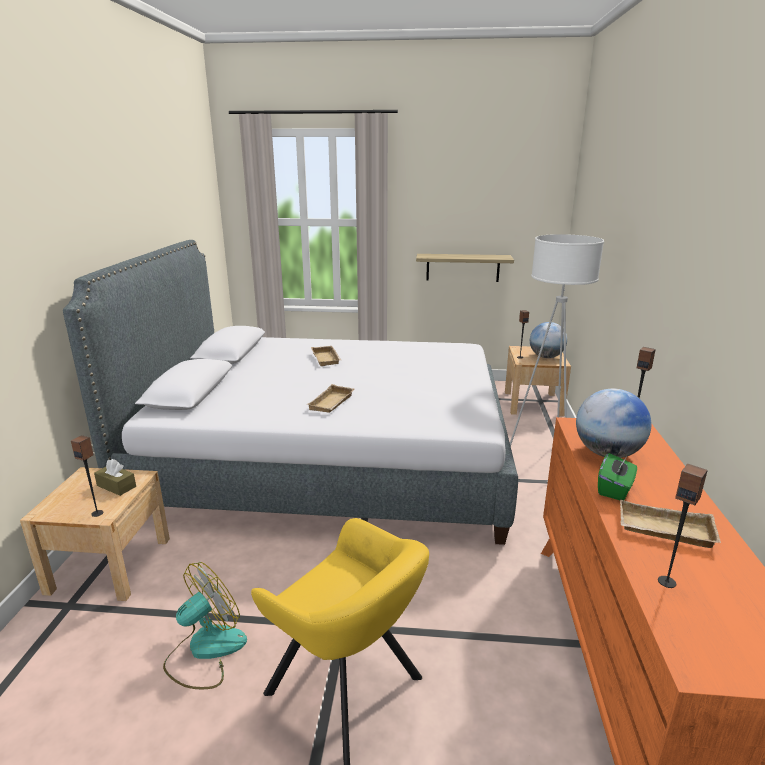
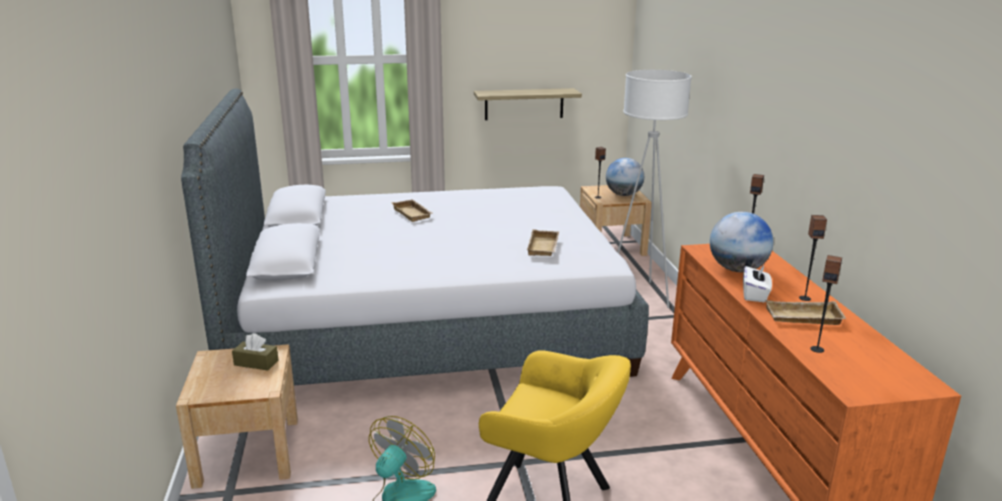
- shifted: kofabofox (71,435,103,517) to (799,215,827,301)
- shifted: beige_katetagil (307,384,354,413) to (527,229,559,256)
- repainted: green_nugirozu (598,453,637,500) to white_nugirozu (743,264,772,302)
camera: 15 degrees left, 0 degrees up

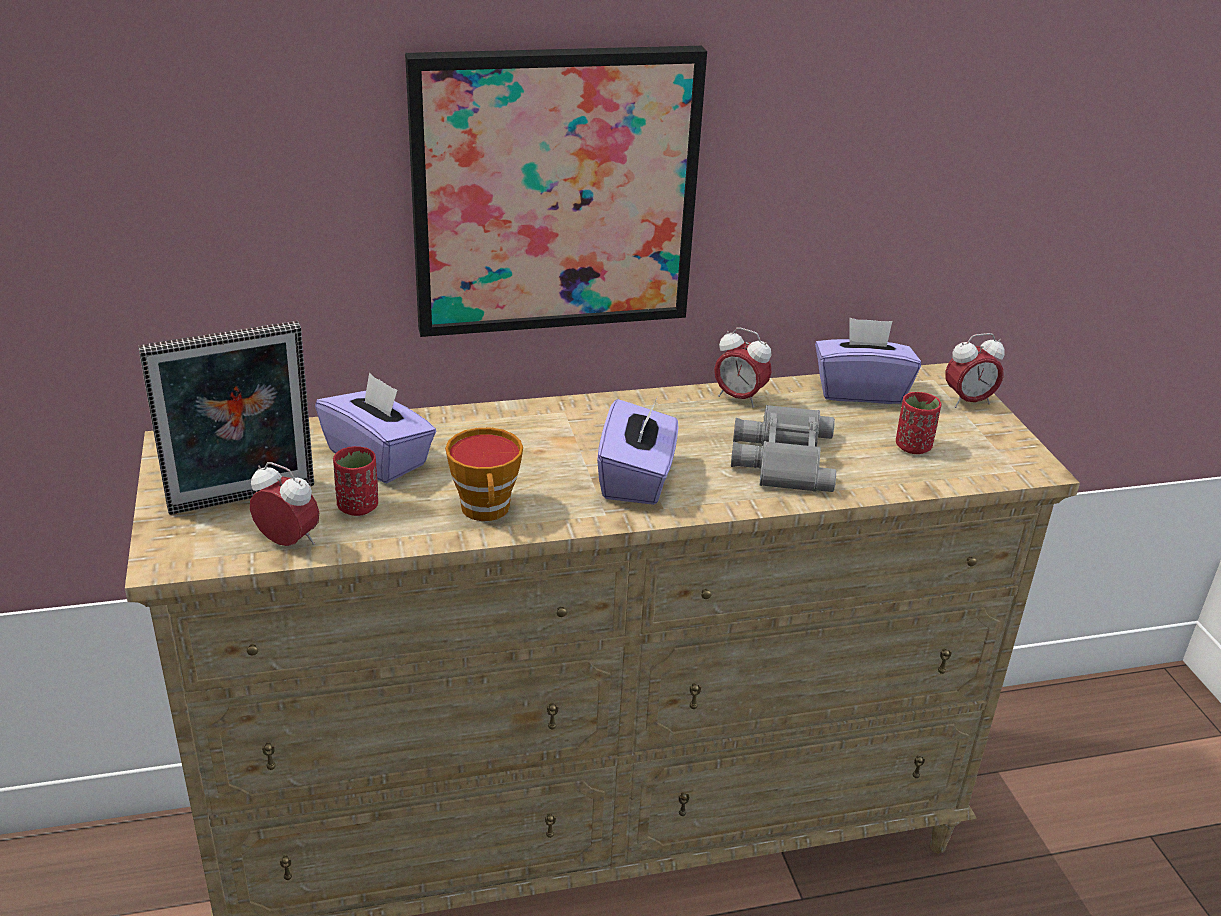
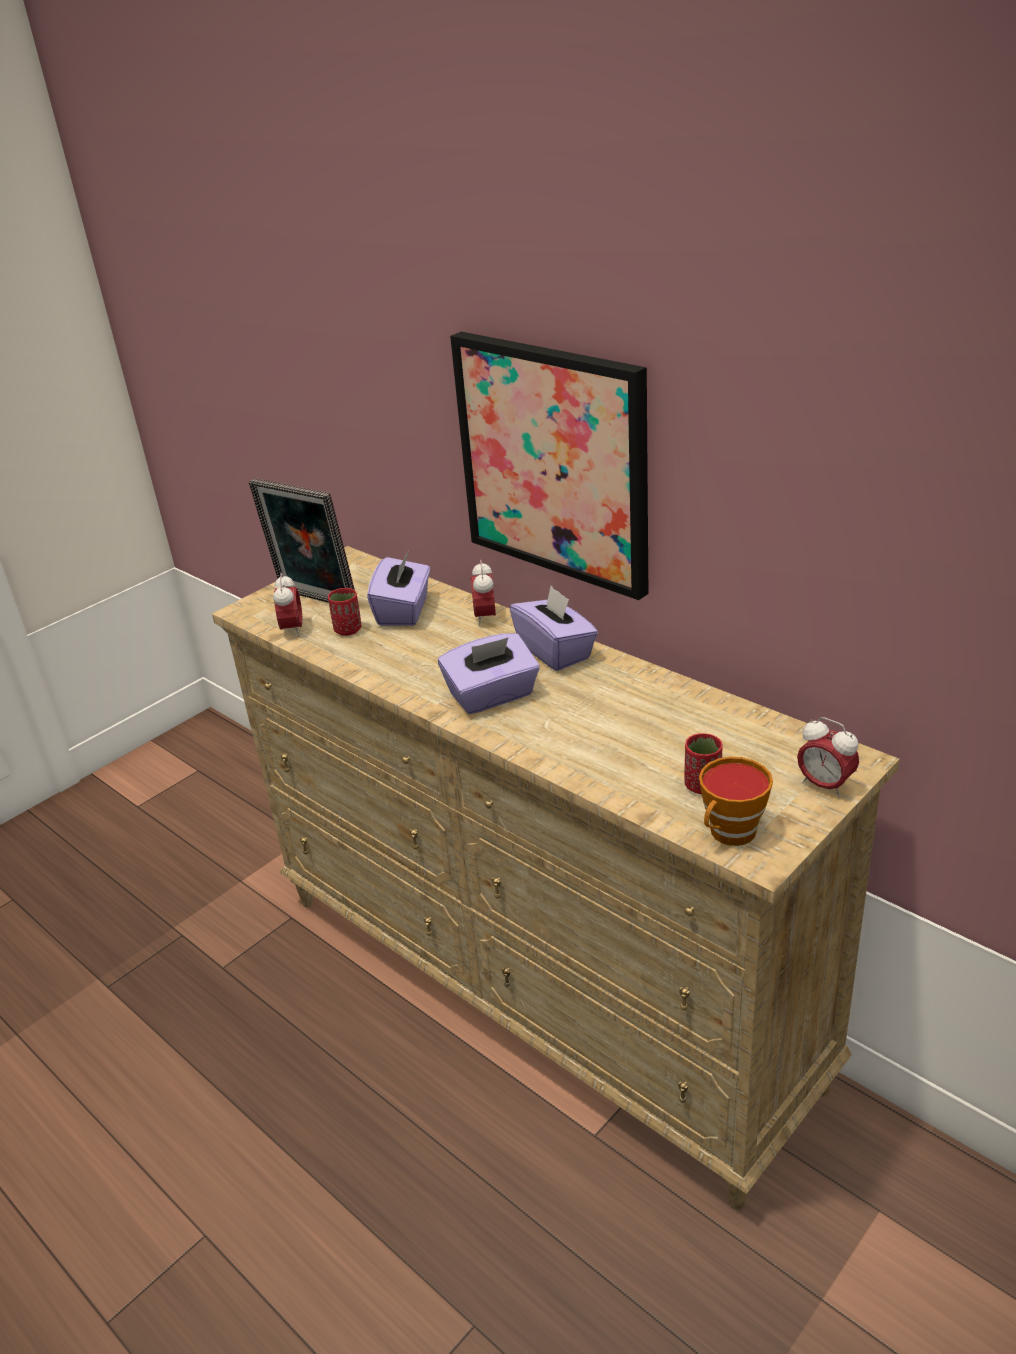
- gone: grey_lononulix (731,405,836,492)
- shifted: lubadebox (445,427,523,521) to (699,756,773,846)
- shifted: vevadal (714,328,772,408) to (471,560,496,627)
- shifted: purple_nugirozu (815,318,921,404) to (510,586,598,671)
camera: 60 degrees right, 0 degrees up

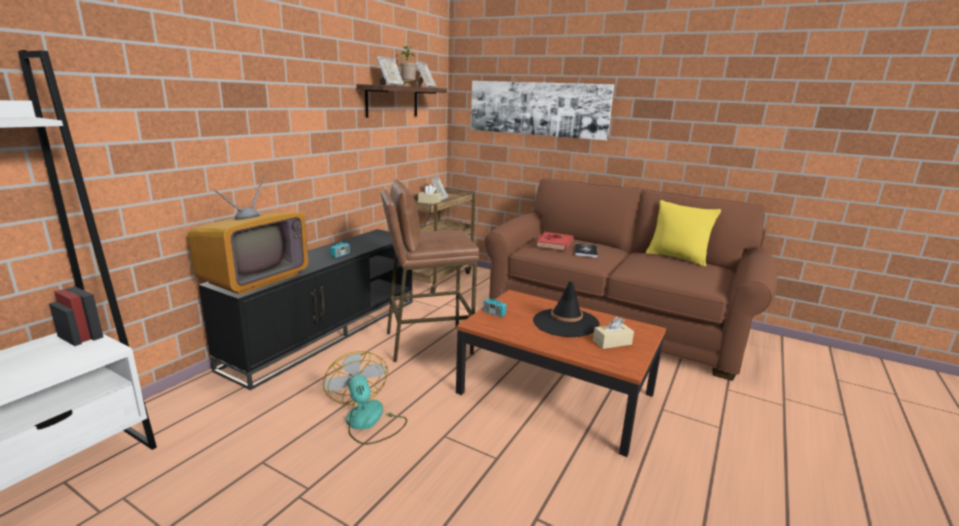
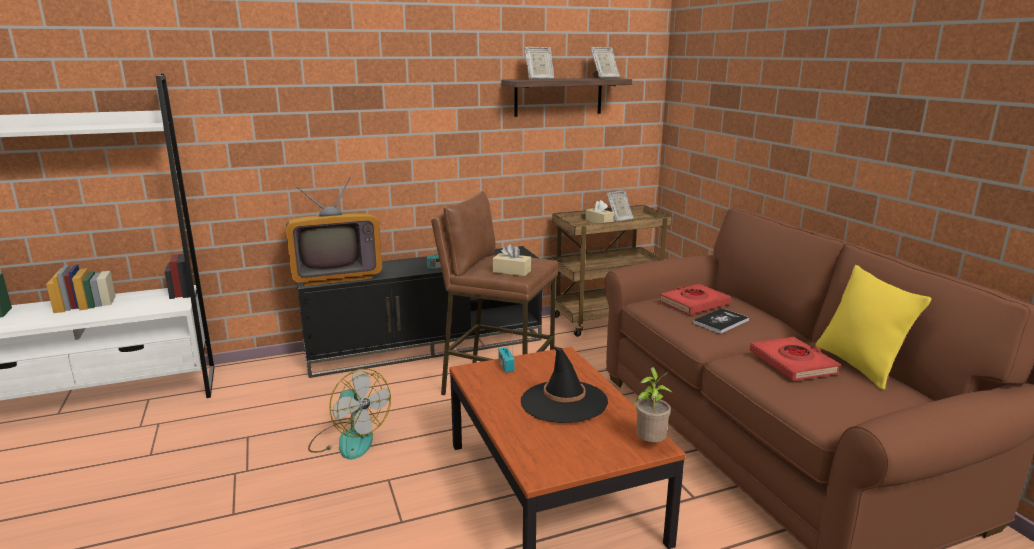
- gone: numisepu (471,81,614,141)
- new: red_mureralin (750,337,841,381)
- shifted: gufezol (400,46,416,86) to (636,367,673,442)
- shifted: beige_nugirozu (593,317,634,349) to (493,244,531,276)
- rotated: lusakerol (323,351,407,445) = (308,369,391,459) 120 degrees clockwise
camera: 40 degrees right, 0 degrees up

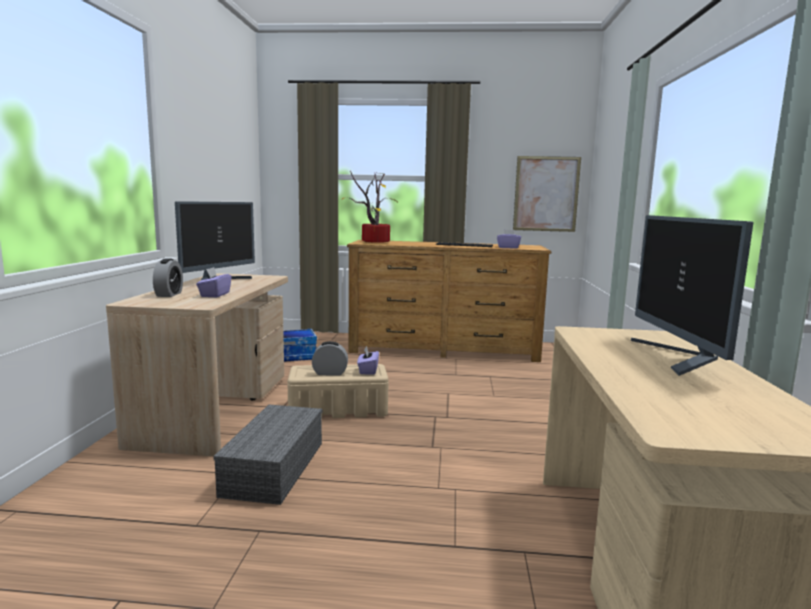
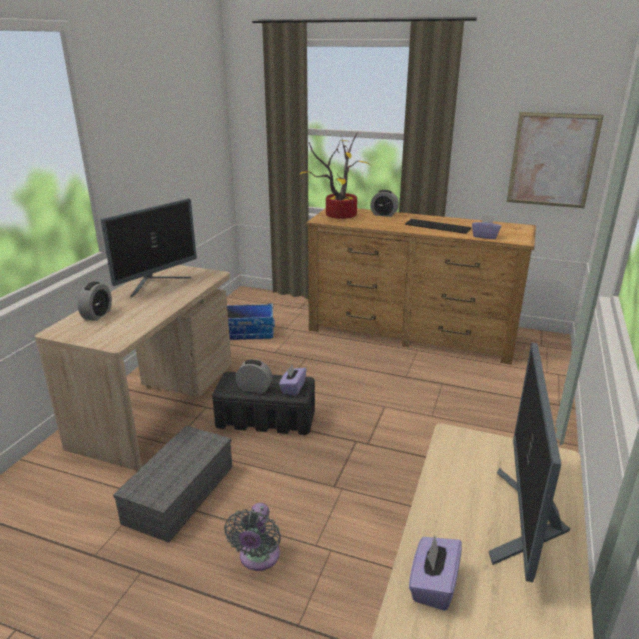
- new: grey_lusakerol (224,503,281,571)
- new: vevadal (370,190,399,217)
- shifted: purple_nugirozu (196,267,231,297) to (409,535,462,611)
- repainted: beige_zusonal (287,364,389,418) to black_zusonal (212,372,315,435)
camera: 15 degrees right, 15 degrees up

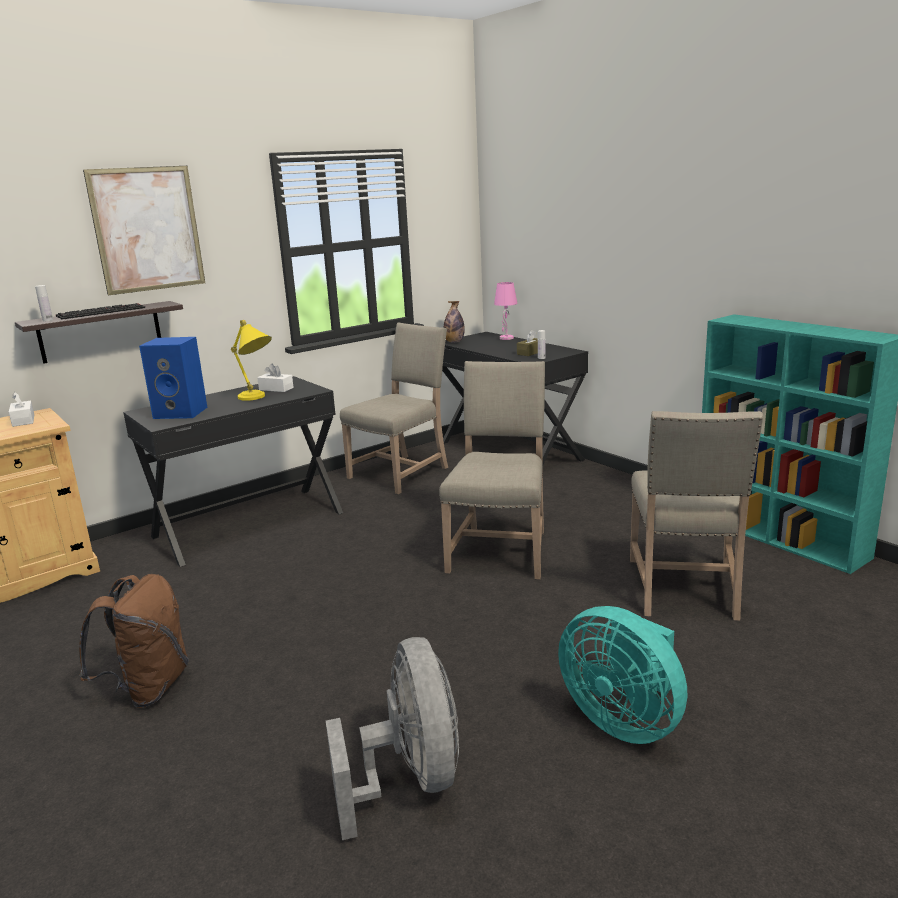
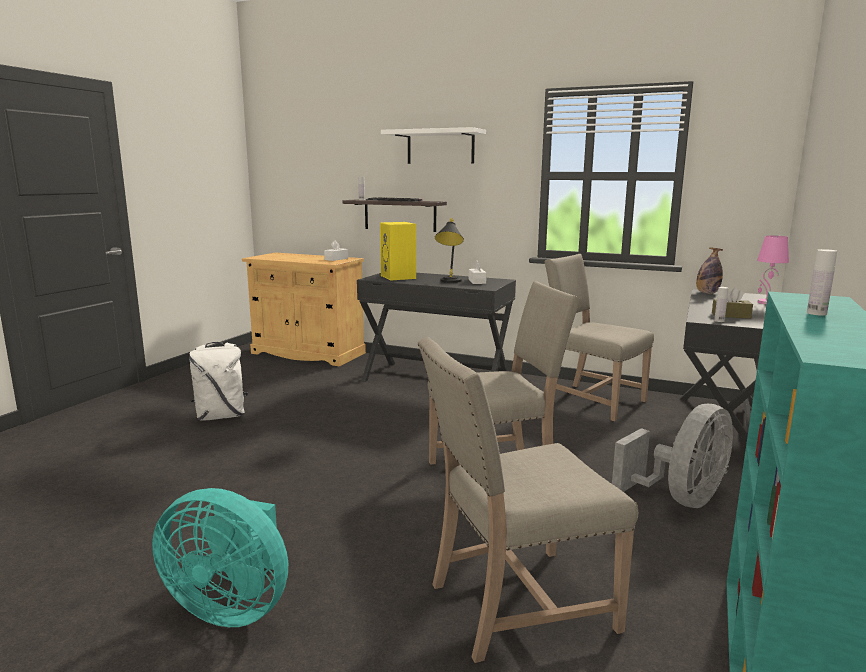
- new: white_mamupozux (807,249,837,316)
- shifted: grey_lusakerol (326,637,459,840) to (612,404,733,508)
- swapped: numisepu (83,166,205,295) to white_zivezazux (381,127,486,164)
- repainted: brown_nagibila (79,574,189,708) to white_nagibila (189,342,248,421)
- repainted: blue_kofabofox (139,337,207,419) to yellow_kofabofox (380,222,416,280)
- repainted: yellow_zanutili (231,320,272,401) to black_zanutili (435,218,464,283)
- rotated: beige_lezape (340,322,448,494) = (544,254,654,421) 150 degrees counterclockwise
- rotated: turquoise_lusakerol (558,606,687,744) = (152,488,288,627) 90 degrees counterclockwise
camera: 60 degrees right, 5 degrees down

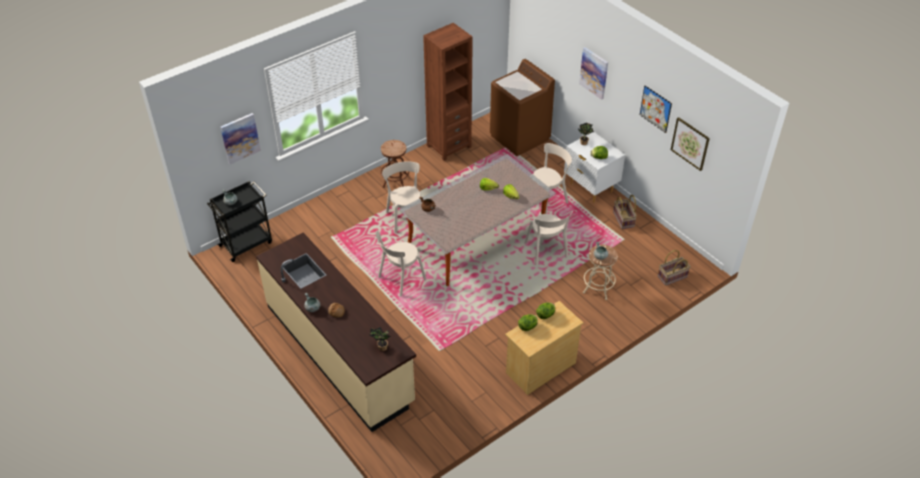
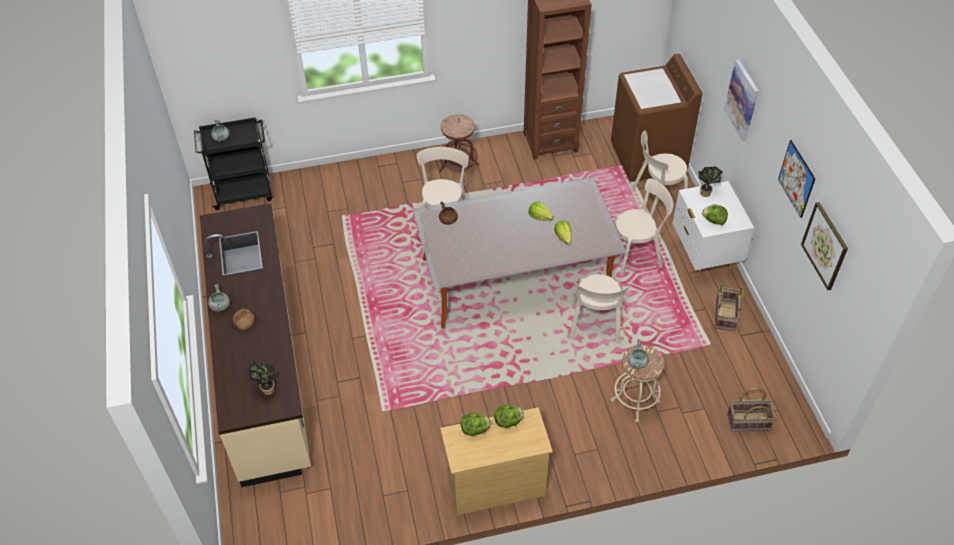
- gone: numisepu (220,113,261,164)
- shifted: beige_lezape (376,230,426,297) to (632,130,688,217)
camera: 25 degrees right, 5 degrees up

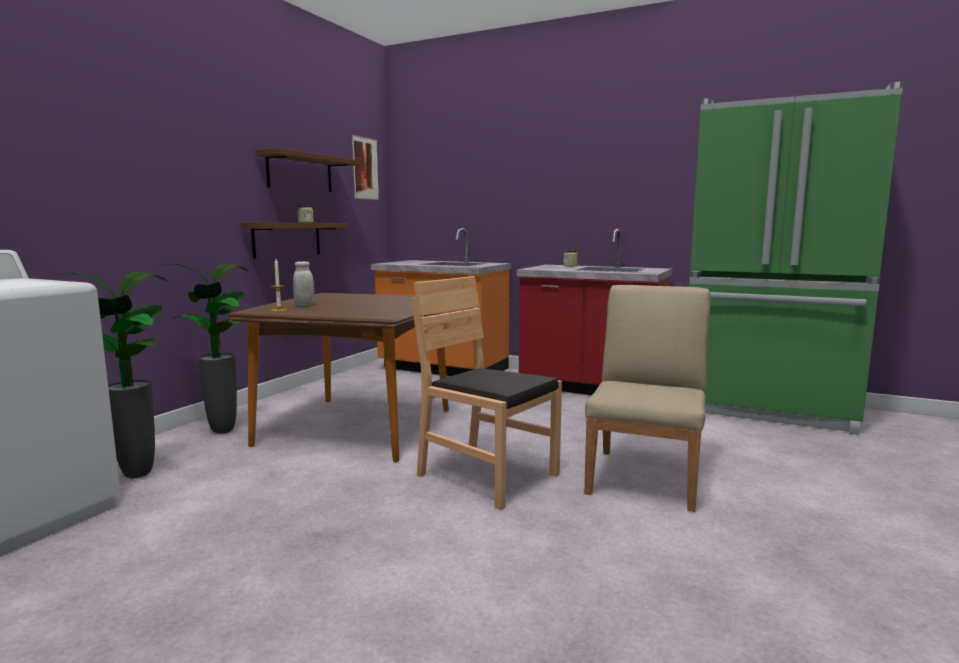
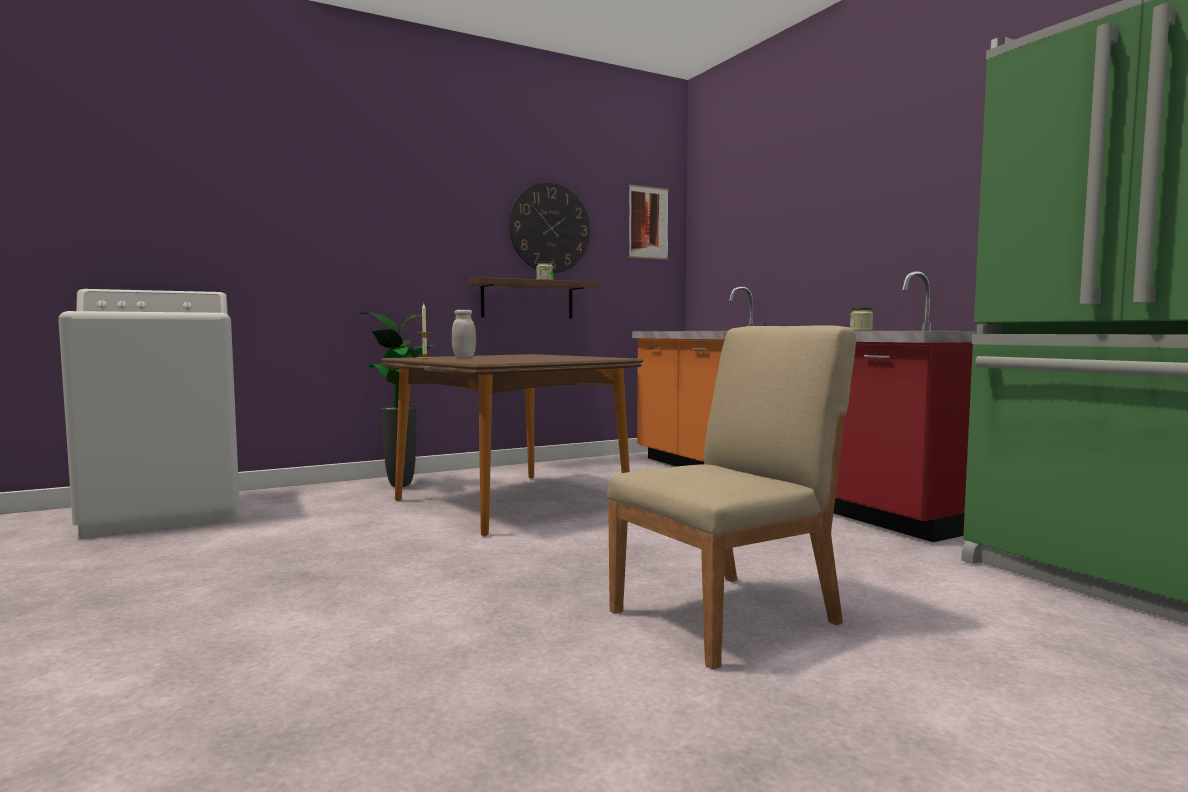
- gone: gufezol (54,271,167,478)
- gone: brown_lezape (412,276,562,510)
- swapped: brown_zivezazux (255,148,359,192) to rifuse (509,182,590,273)
camera: 35 degrees right, 5 degrees down

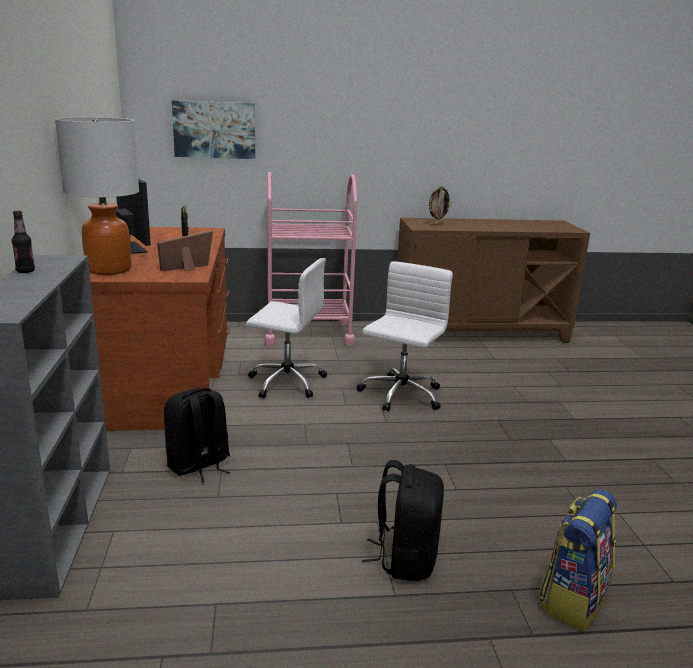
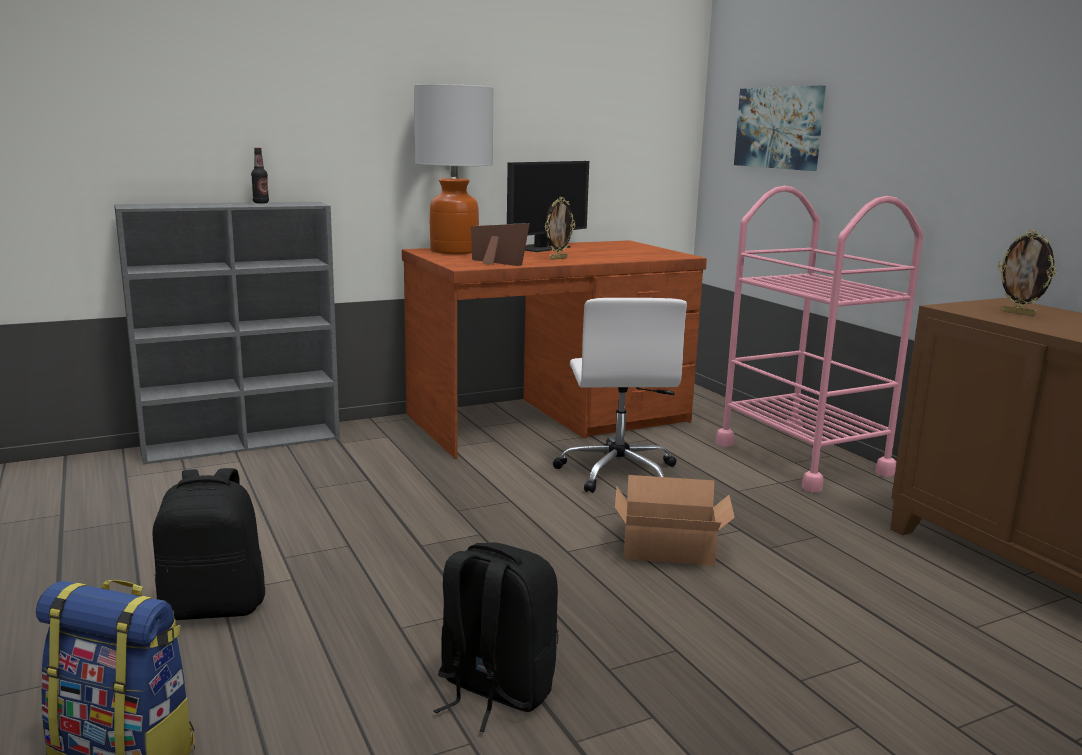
- shifted: black_nagibila (164,388,230,483) to (434,542,558,732)
- swapped: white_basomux (356,261,453,411) to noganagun (615,475,735,566)
camera: 70 degrees right, 5 degrees down

